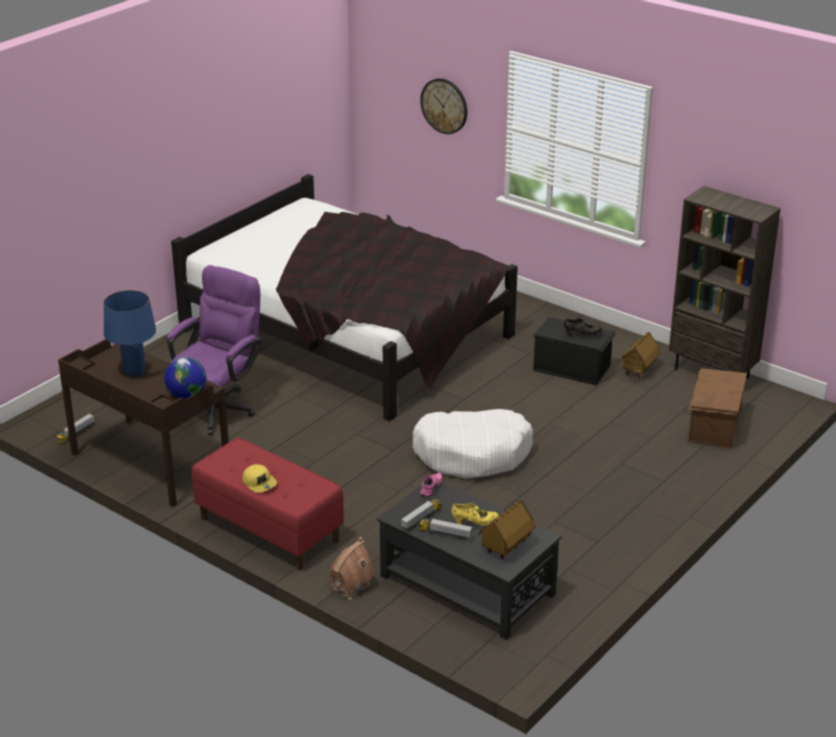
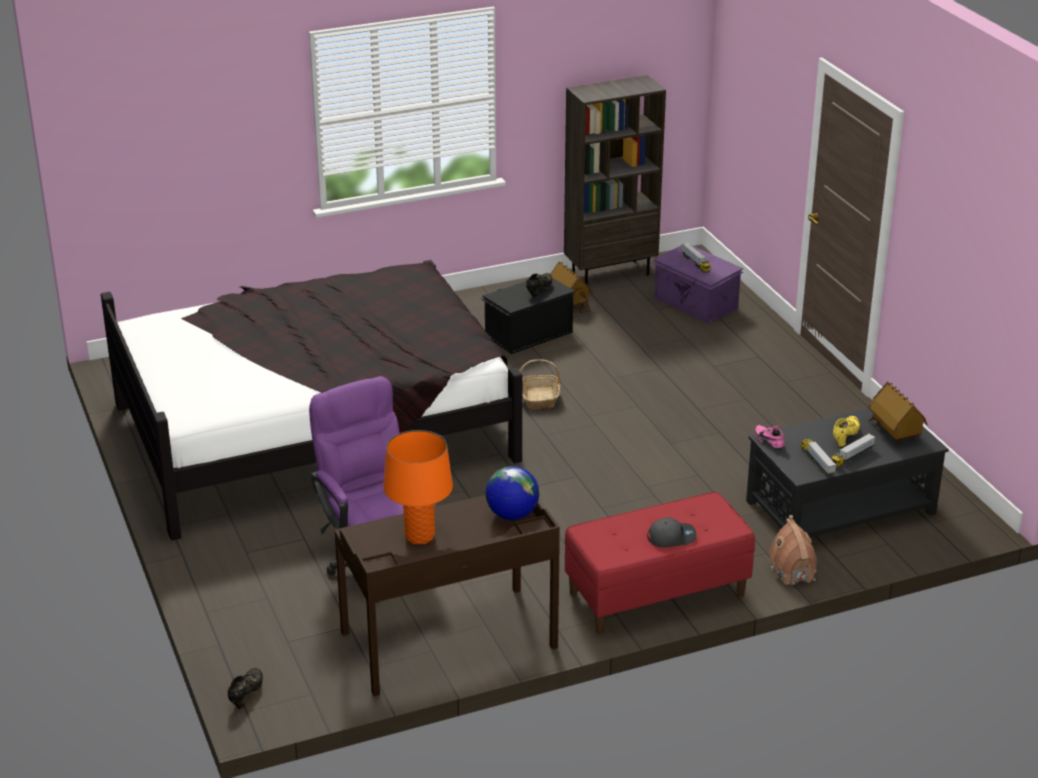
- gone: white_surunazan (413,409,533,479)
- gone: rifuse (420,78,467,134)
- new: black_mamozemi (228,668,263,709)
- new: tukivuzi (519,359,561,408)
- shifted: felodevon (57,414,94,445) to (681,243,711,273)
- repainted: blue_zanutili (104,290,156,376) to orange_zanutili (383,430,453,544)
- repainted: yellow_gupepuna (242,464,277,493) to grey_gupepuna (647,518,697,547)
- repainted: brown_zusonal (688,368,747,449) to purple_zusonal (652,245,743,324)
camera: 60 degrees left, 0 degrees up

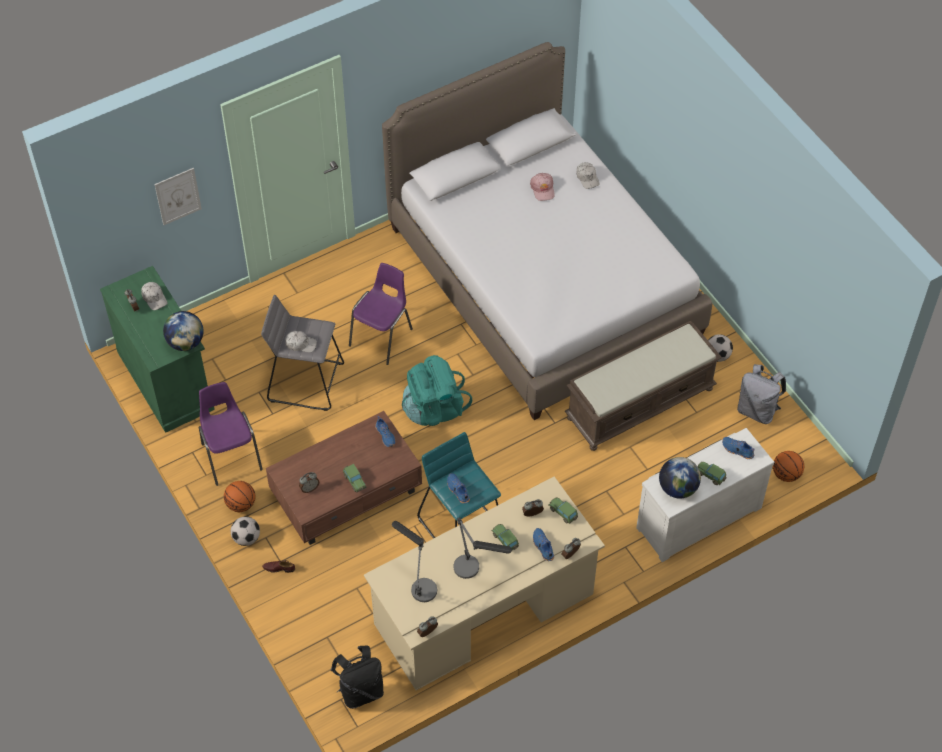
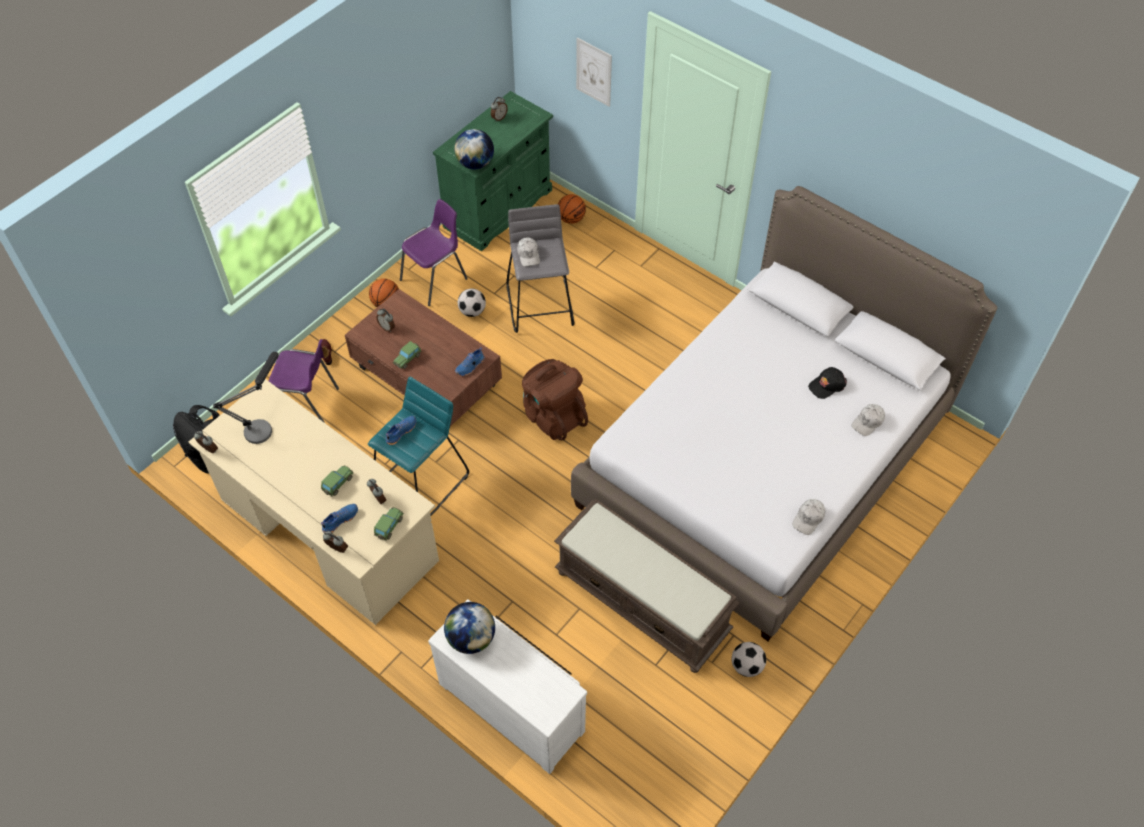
- gone: zanutili (454,517,512,579)
- gone: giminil (698,462,727,485)
- gone: blue_mamozemi (722,437,755,459)
- gone: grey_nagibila (737,364,786,424)
- shifted: white_gupepuna (141,282,167,310) to (792,499,825,535)
- shifted: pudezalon (231,517,260,546) to (458,289,486,317)
- shifted: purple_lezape (349,263,413,365) to (269,339,339,424)
- shifted: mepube (773,451,804,482) to (558,194,586,224)
- repainted: turquoise_nagibila (402,355,473,426) to brown_nagibila (522,359,588,441)
- repainted: pink_gupepuna (530,173,555,201) to black_gupepuna (808,367,847,399)
camera: 70 degrees right, 0 degrees up

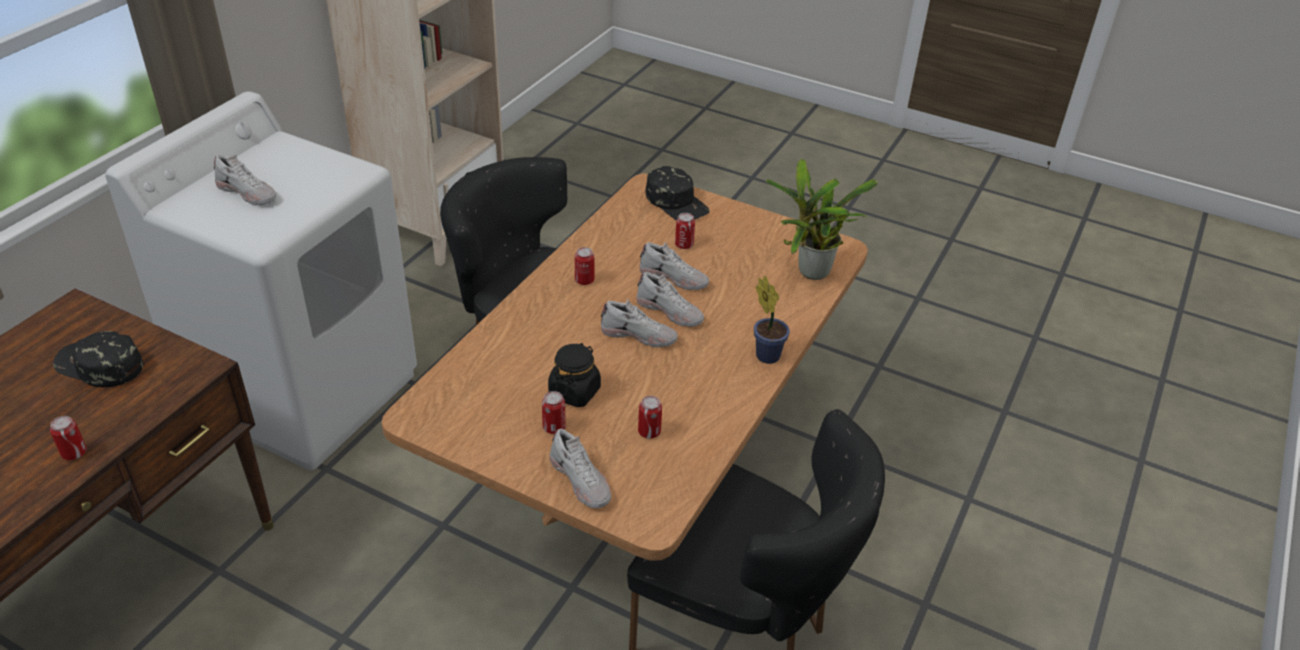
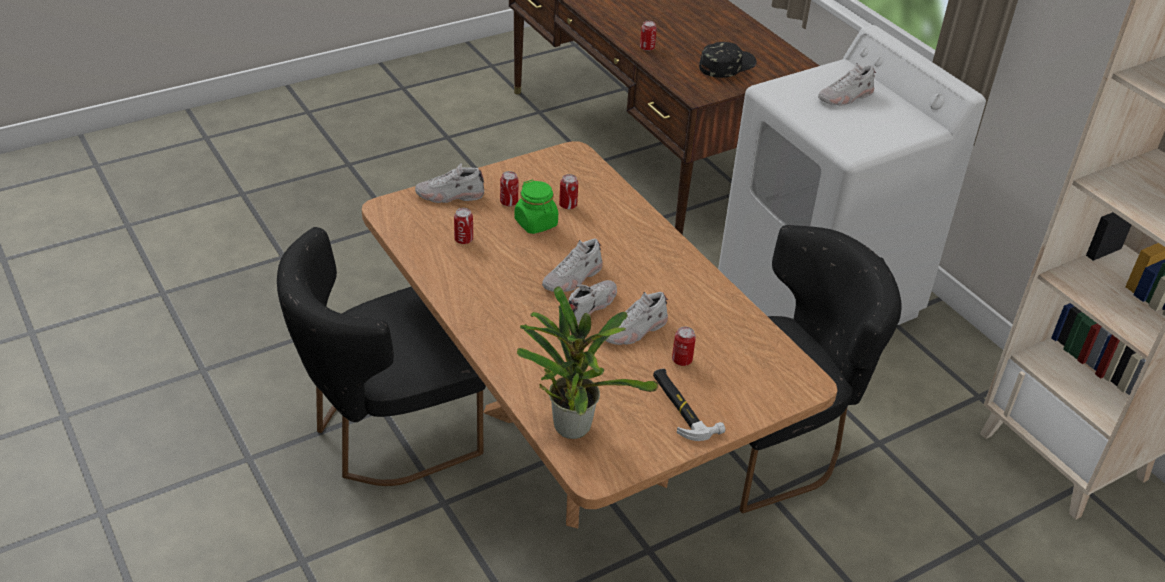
- gone: black_gupepuna (646,166,710,220)
- gone: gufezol (754,276,790,364)
- new: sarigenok (653,369,725,441)
- shifted: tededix (575,247,594,285) to (559,174,578,209)
- repainted: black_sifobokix (548,343,601,407) to green_sifobokix (514,180,558,234)
- rotated: white_mamozemi (636,272,704,327) = (569,280,617,327) 150 degrees clockwise
camera: 120 degrees right, 0 degrees up

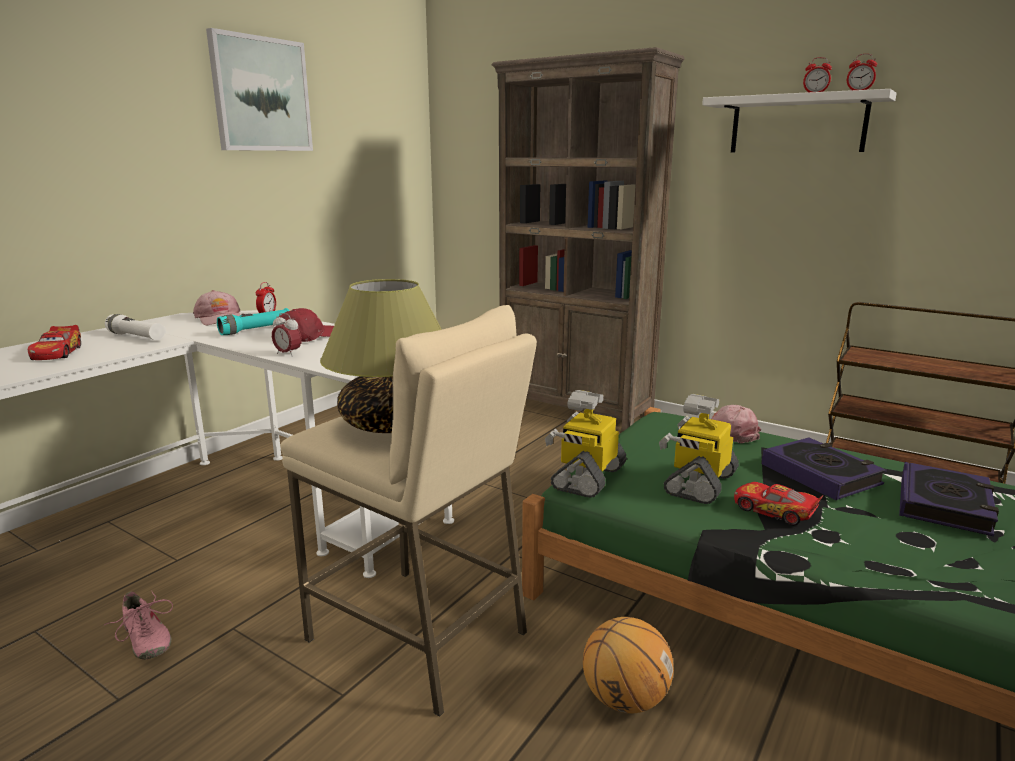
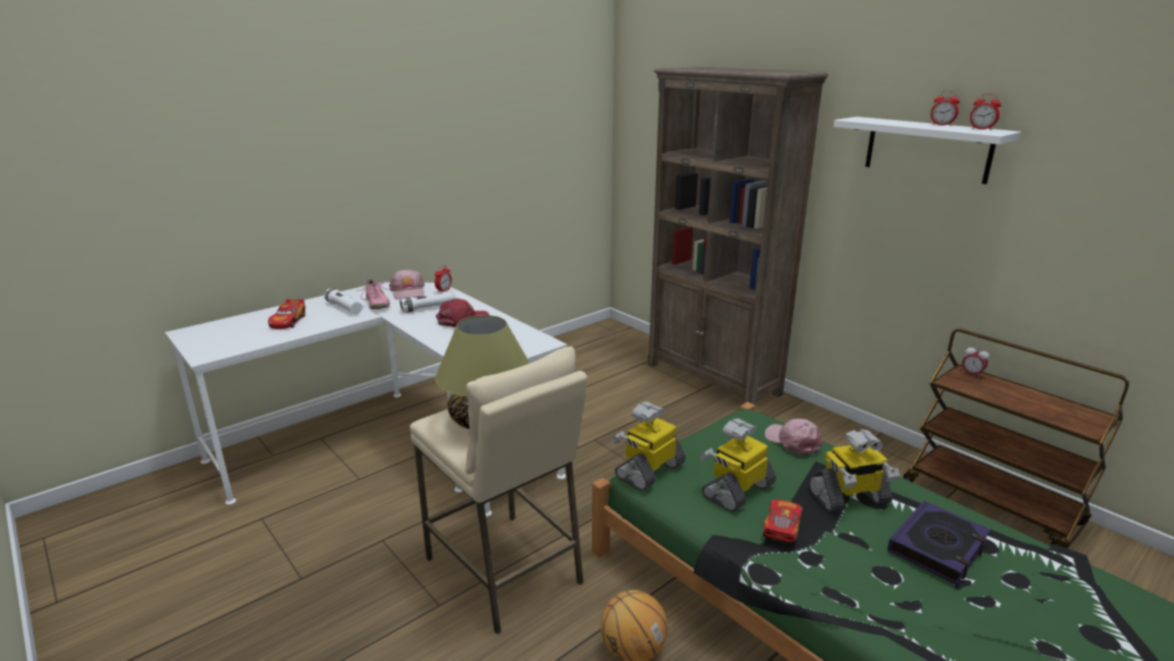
- gone: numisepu (206,28,313,151)
- shifted: pink_mamozemi (103,591,173,660) to (357,278,392,309)
- shifted: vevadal (272,313,302,357) to (962,345,990,376)
- swapped: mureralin (761,437,887,500) to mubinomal (809,429,900,512)
- repainted: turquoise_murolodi (217,308,289,335) to white_murolodi (400,291,456,313)
- rotated: giminil (734,482,823,526) = (763,499,803,544) 60 degrees clockwise
camera: 15 degrees right, 5 degrees up

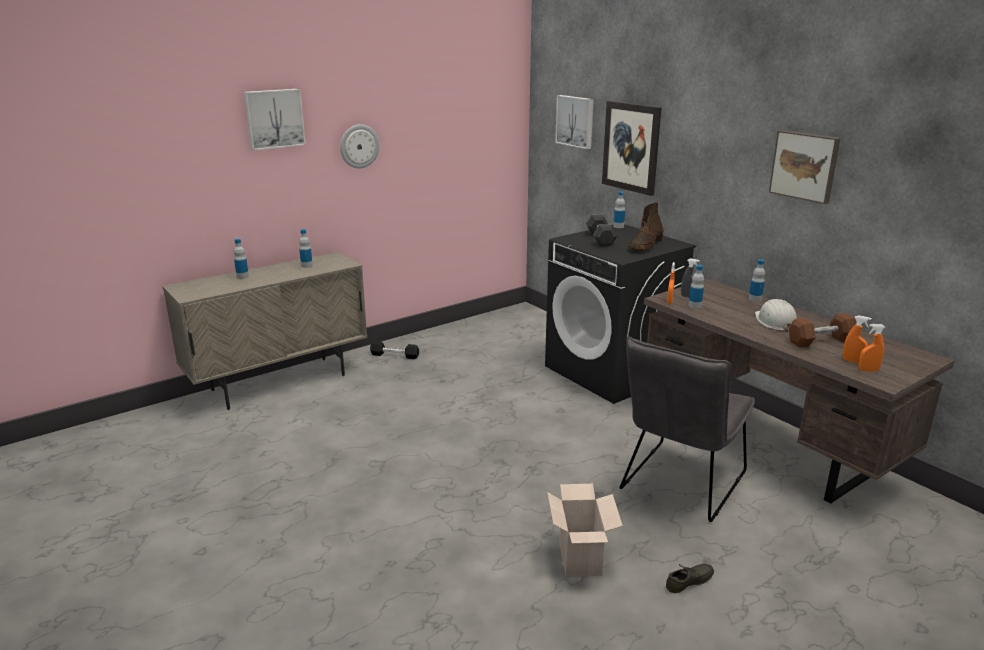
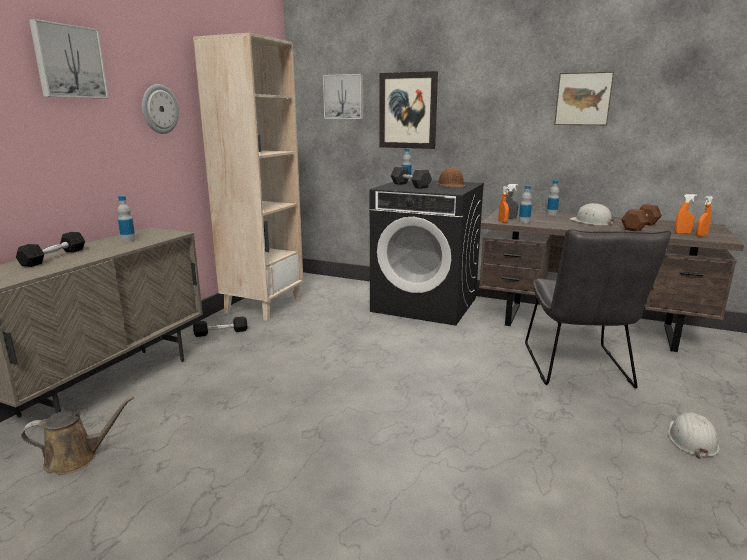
- gone: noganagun (547,484,623,577)
- new: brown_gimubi (21,396,134,474)
- new: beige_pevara (193,33,303,321)
- swapped: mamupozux (234,239,249,279) to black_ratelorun (16,232,85,267)
- swapped: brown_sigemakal (629,202,664,251) to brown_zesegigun (437,167,465,187)
- swapped: grey_mamozemi (666,564,714,593) to white_zesegigun (668,412,720,459)
camera: 30 degrees left, 5 degrees down

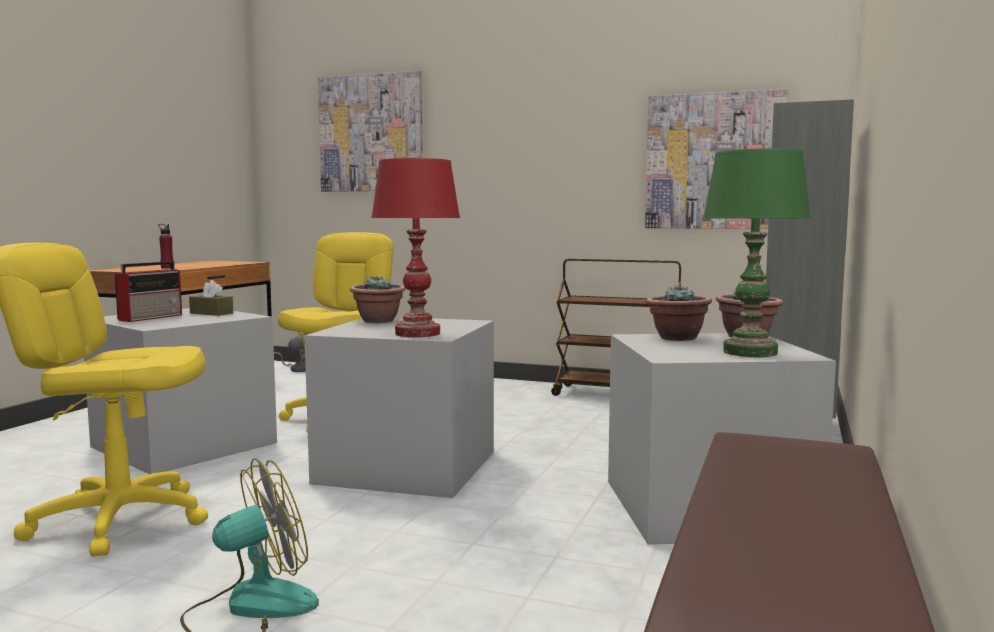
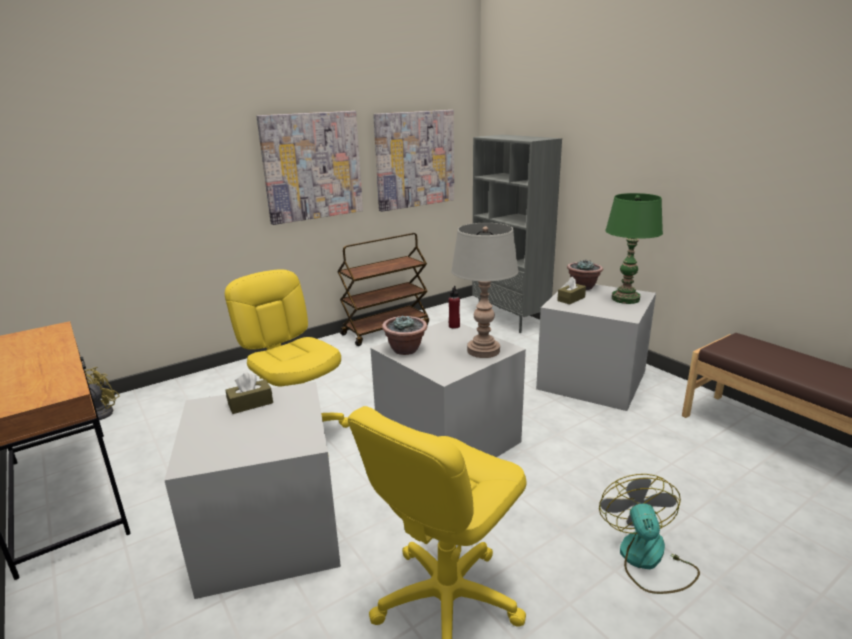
- gone: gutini (115,261,182,322)
- shifted: red_mamupozux (158,224,173,269) to (448,286,460,329)
- shifted: numisepu (318,70,423,192) to (256,111,363,225)
- swapped: gufezol (646,286,712,341) to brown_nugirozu (557,276,586,304)
- repainted: red_zanutili (371,158,460,337) to grey_zanutili (451,223,519,358)
camera: 55 degrees left, 15 degrees up

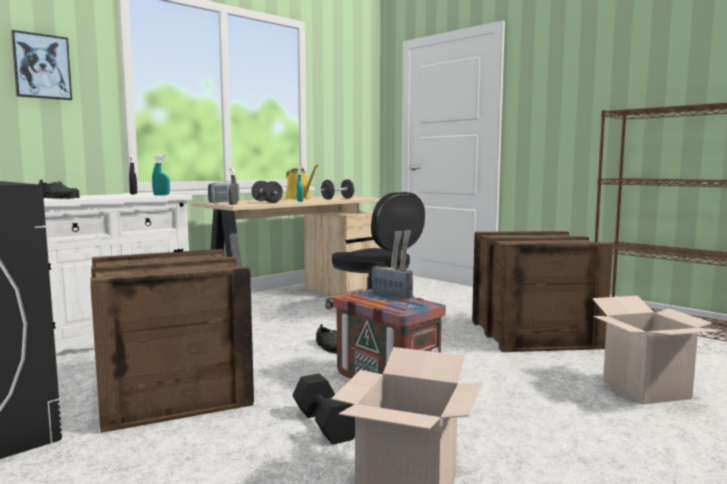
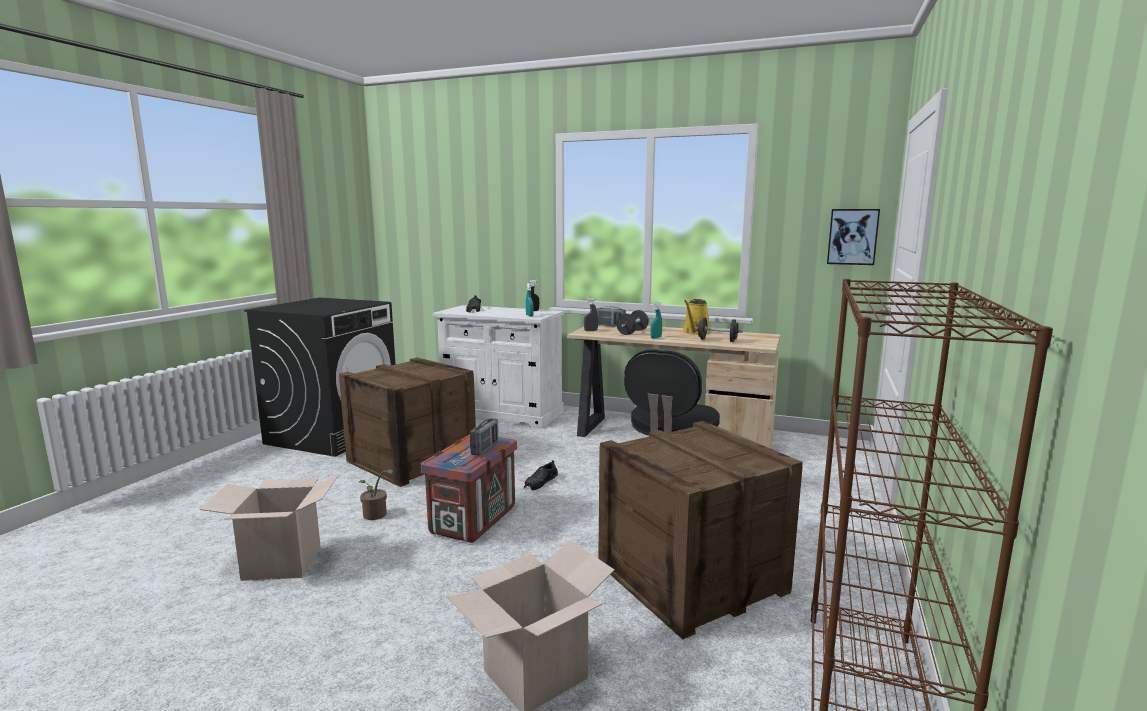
- shifted: numisepu (11,30,72,100) to (827,209,880,265)
- swapped: black_ratelorun (293,374,355,445) to gufezol (359,469,393,520)
camera: 65 degrees right, 5 degrees up

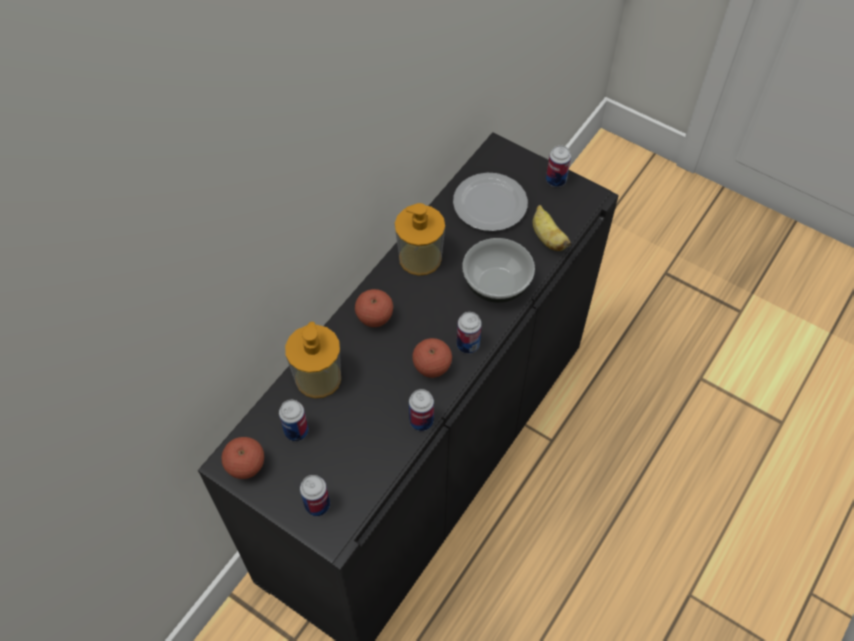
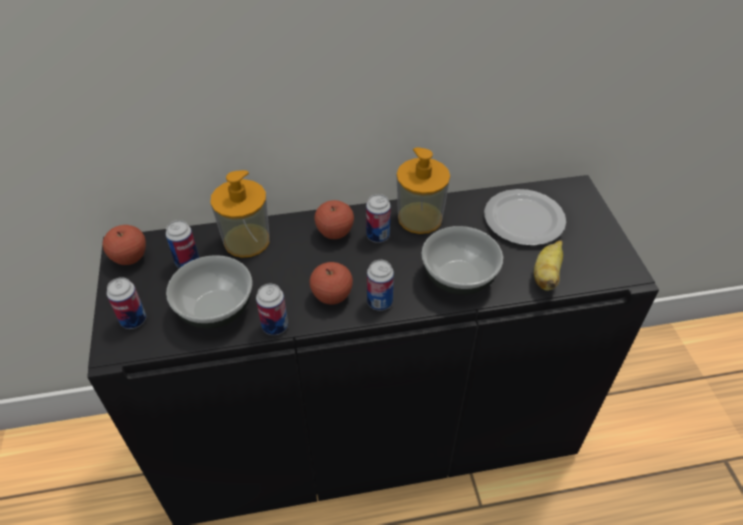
- new: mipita (166,255,252,329)
- shifted: tededix (546,145,571,187) to (366,194,391,243)
camera: 45 degrees right, 10 degrees down

